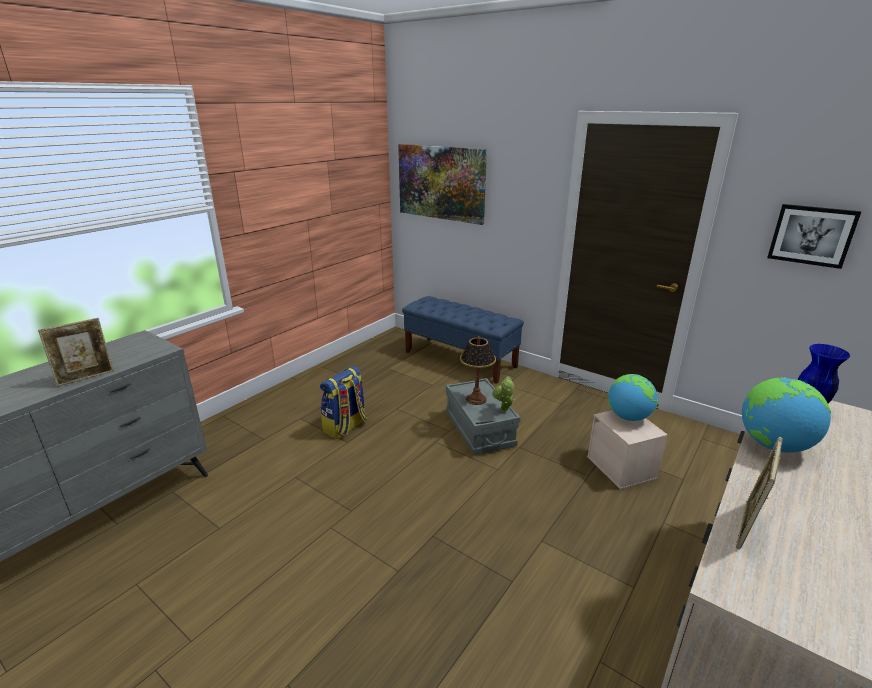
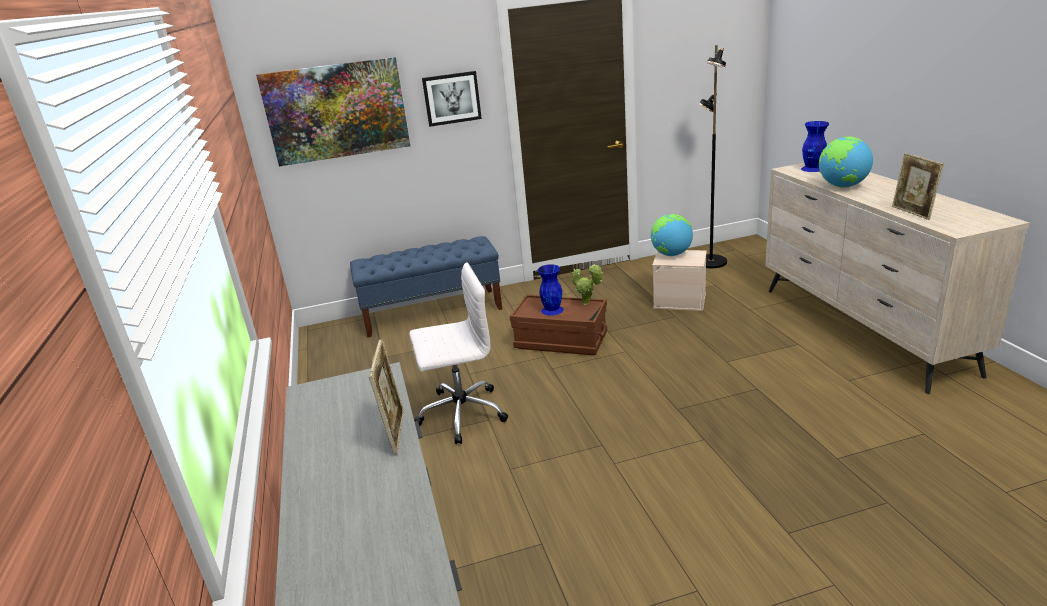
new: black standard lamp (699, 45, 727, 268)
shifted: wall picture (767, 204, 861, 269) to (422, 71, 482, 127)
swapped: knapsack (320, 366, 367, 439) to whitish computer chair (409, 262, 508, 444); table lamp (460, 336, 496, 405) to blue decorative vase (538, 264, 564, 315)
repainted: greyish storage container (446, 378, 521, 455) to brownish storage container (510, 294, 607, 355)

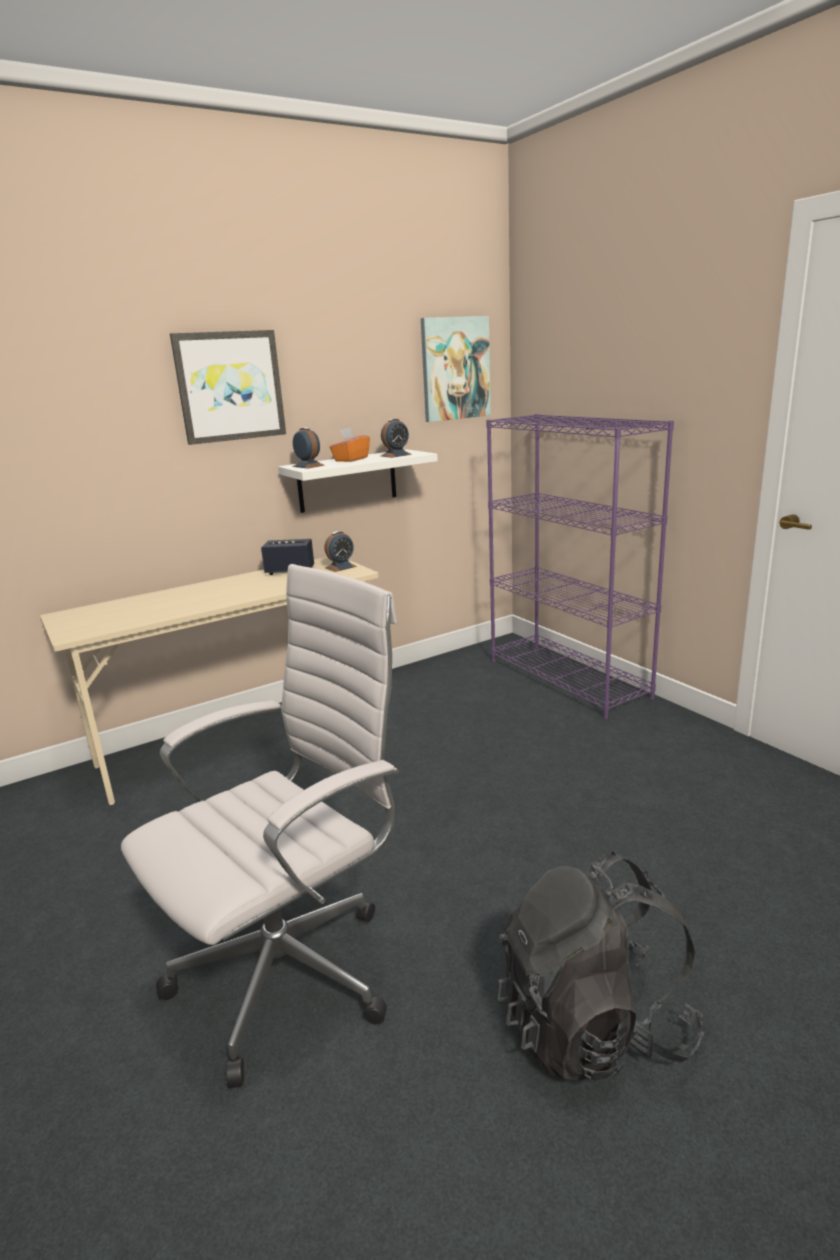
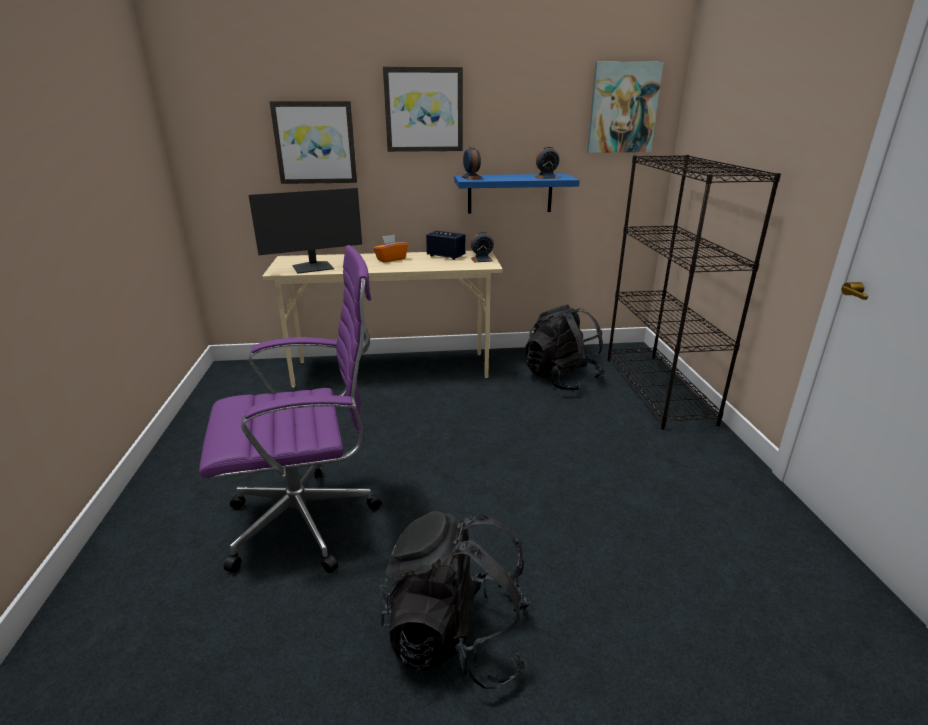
new: monitor (249, 188, 362, 274); wall picture (269, 101, 357, 184); black knapsack (526, 304, 605, 391)
shifted: orange-coloured box of tissues (330, 428, 370, 462) to (373, 235, 408, 262)
repainted: whitish computer chair (121, 564, 399, 1088) to purple computer chair (199, 245, 381, 573); whitish shelf (278, 449, 438, 513) to blue shelf (454, 174, 580, 214); purple bookshelf (486, 414, 674, 719) to black bookshelf (607, 155, 781, 430)

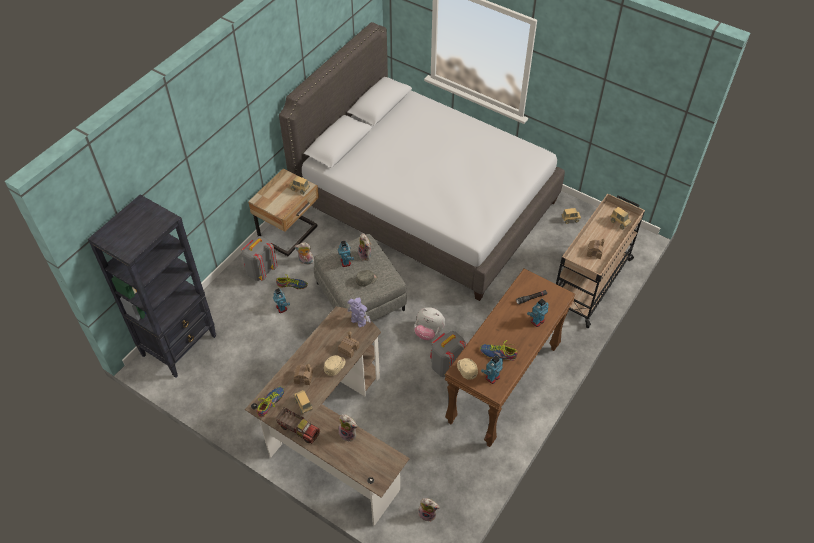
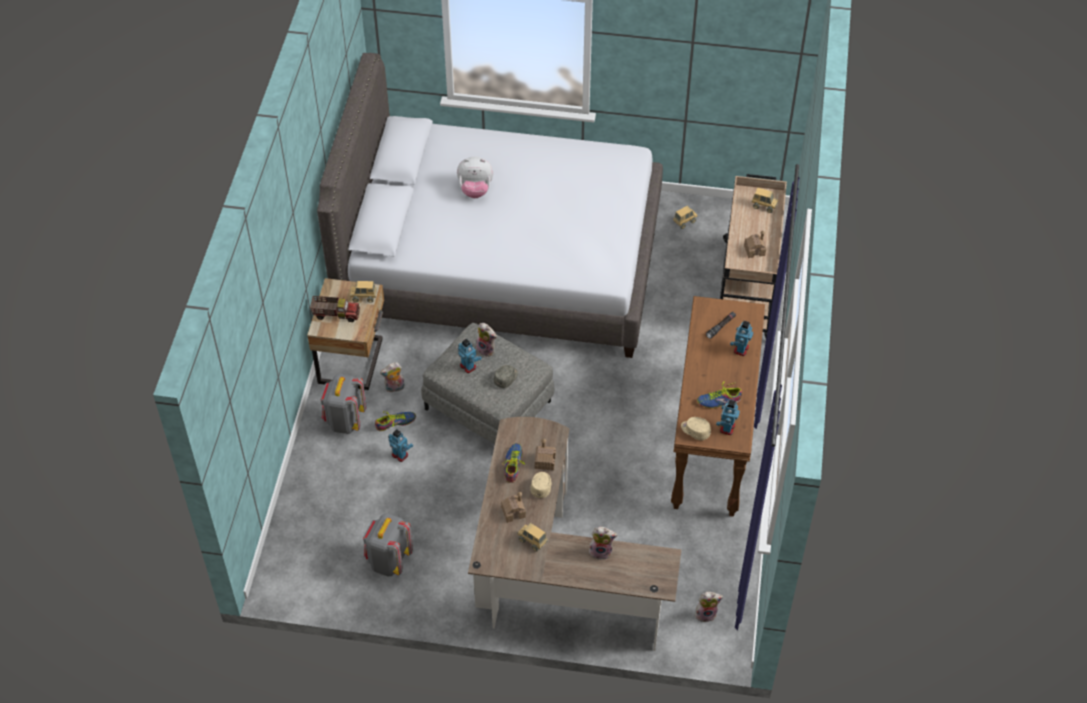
gone: black bookshelf (88, 195, 216, 378); toy robot (347, 298, 371, 327)
shifted: low shoe (256, 386, 285, 417) to (503, 443, 525, 483); toy truck (275, 407, 320, 444) to (310, 296, 360, 322); plush toy (414, 307, 445, 340) to (457, 157, 493, 198); greyish knapsack (430, 331, 467, 377) to (363, 513, 413, 576)

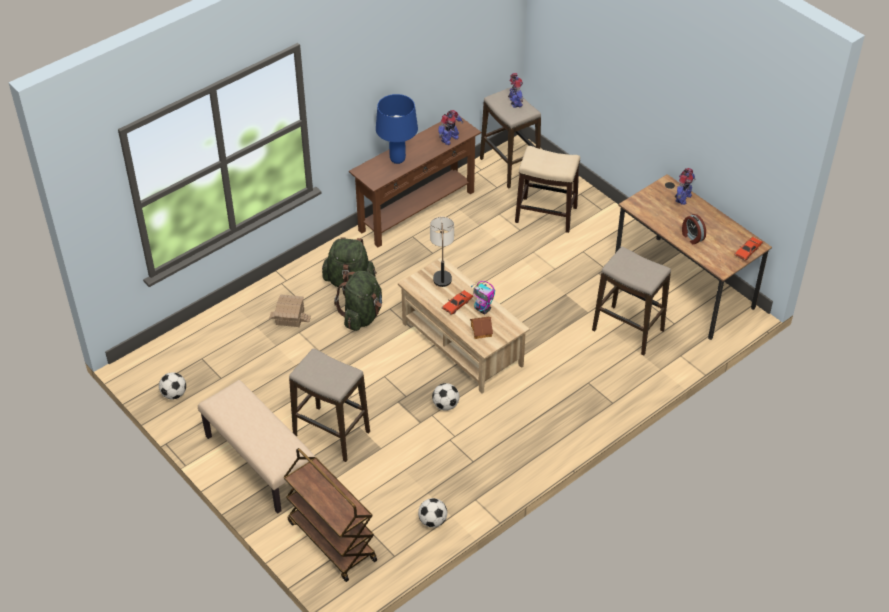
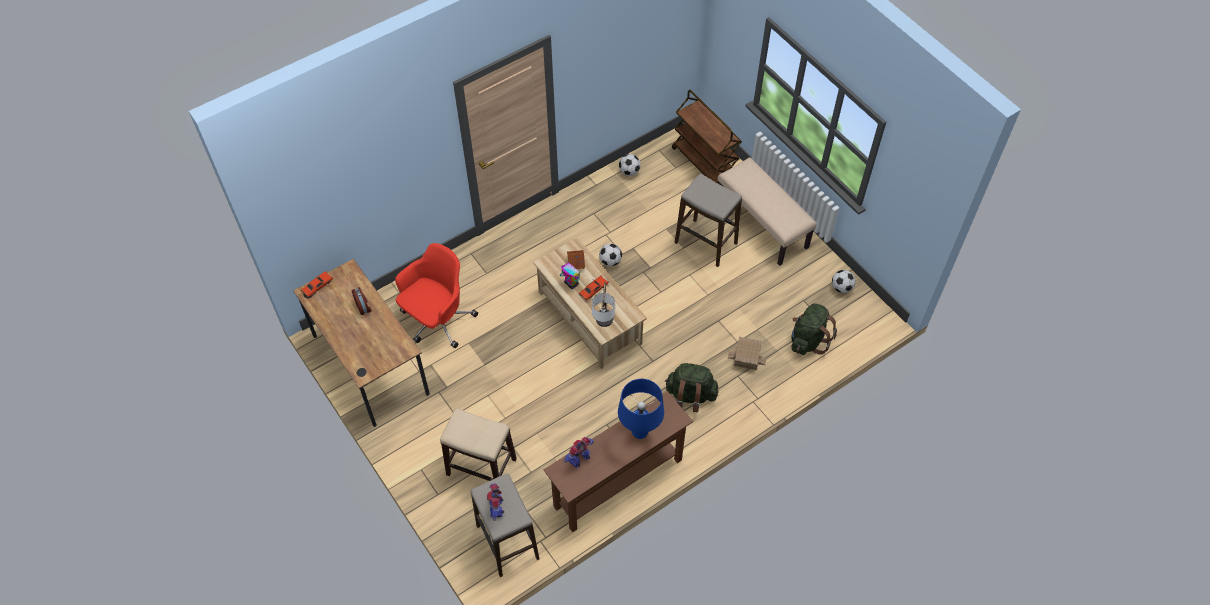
gone: toy robot (675, 168, 695, 205)
shifted: greenish knapsack (334, 271, 382, 331) to (791, 303, 837, 355)
swapped: sitting stool (592, 247, 671, 356) to reddish computer chair (395, 243, 478, 348)

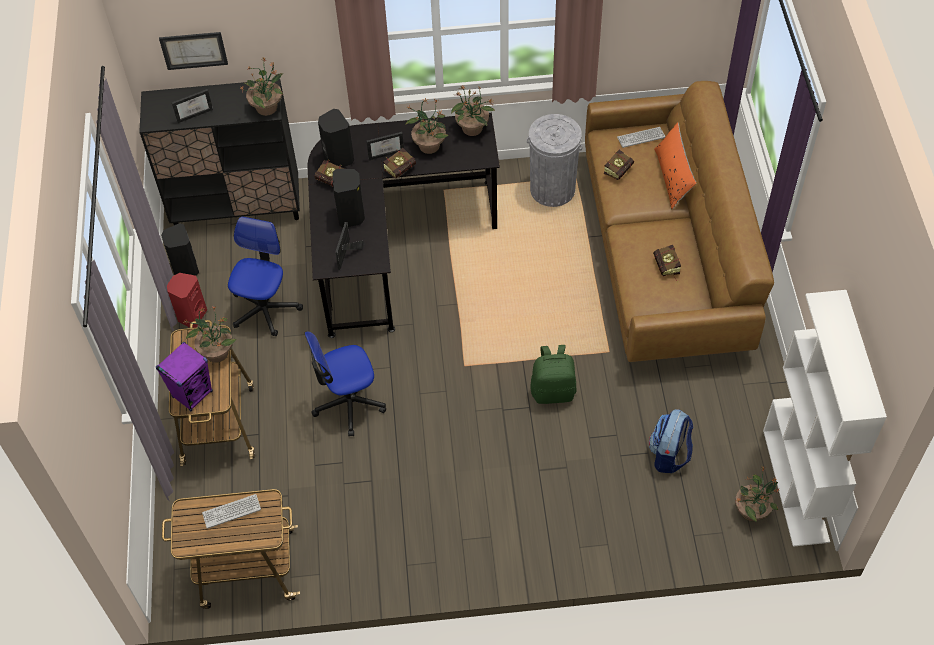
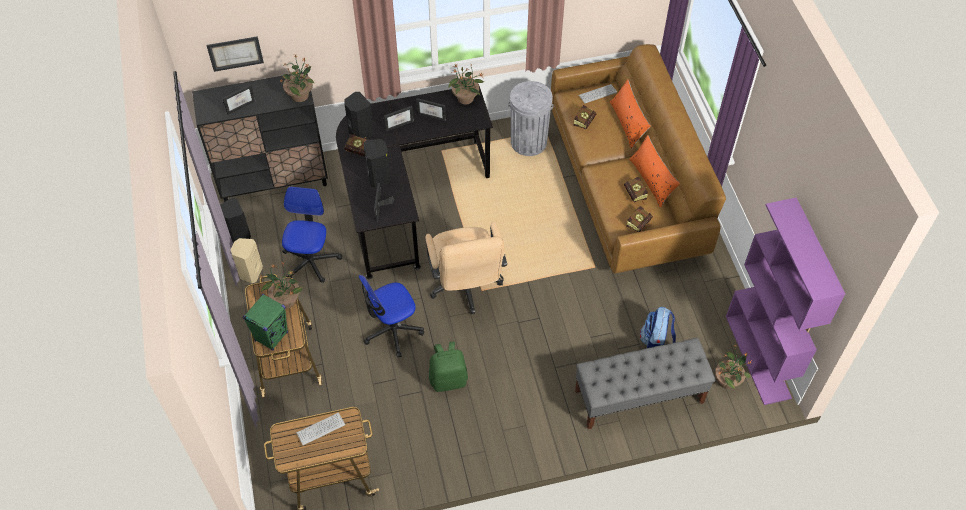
new: beige-coloured computer chair (425, 222, 507, 314); greyish bench (575, 338, 715, 429); orange-coloured pillow (629, 135, 680, 208)
shifted: bound book (383, 148, 416, 178) to (626, 206, 653, 232); greenish knapsack (530, 345, 577, 404) to (429, 341, 468, 392)
swapped: potted plant (405, 98, 449, 154) to picture frame (416, 98, 446, 121)
repainted: purple audio speaker (155, 342, 213, 411) to greenish audio speaker (243, 294, 288, 351); reddish audio speaker (167, 273, 207, 328) to beige-coloured audio speaker (231, 238, 263, 283); whitish bookshelf (763, 290, 887, 547) to purple bookshelf (726, 198, 845, 405)

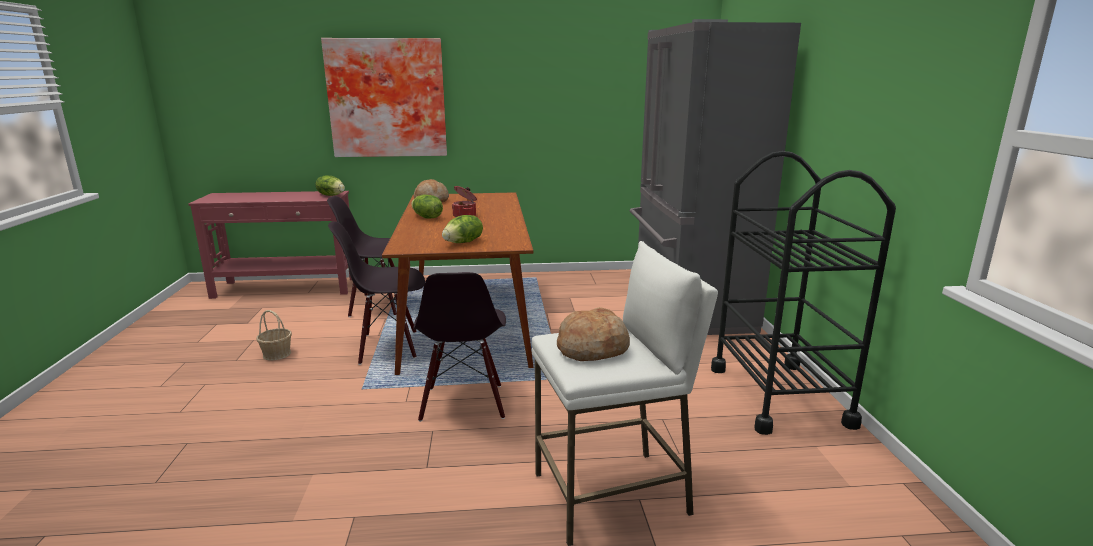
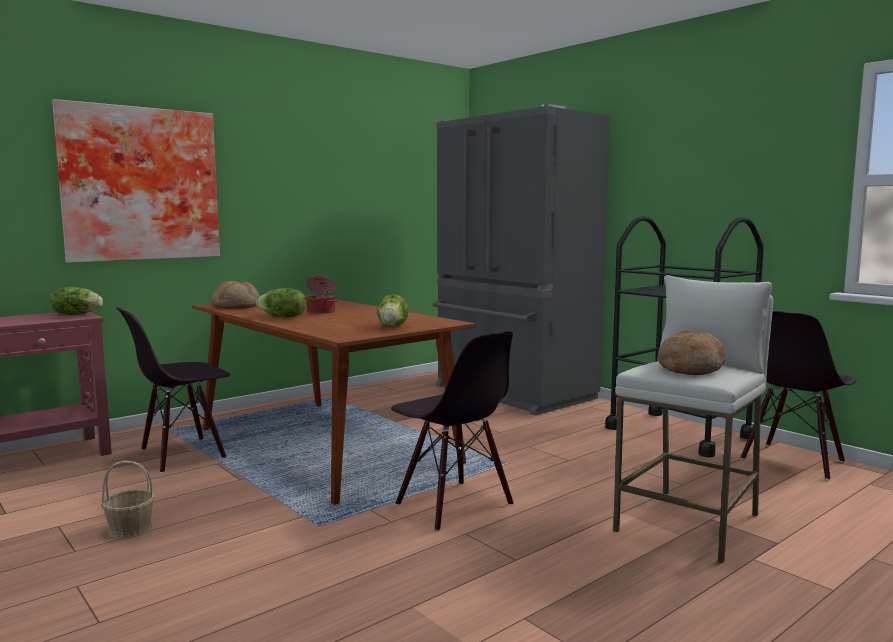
shifted: black plain chair (328, 221, 425, 365) to (741, 311, 857, 480)

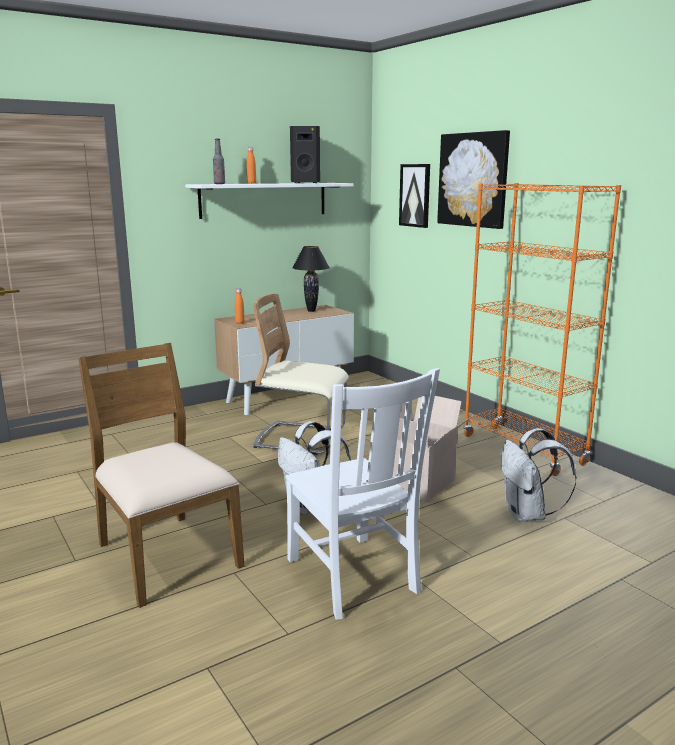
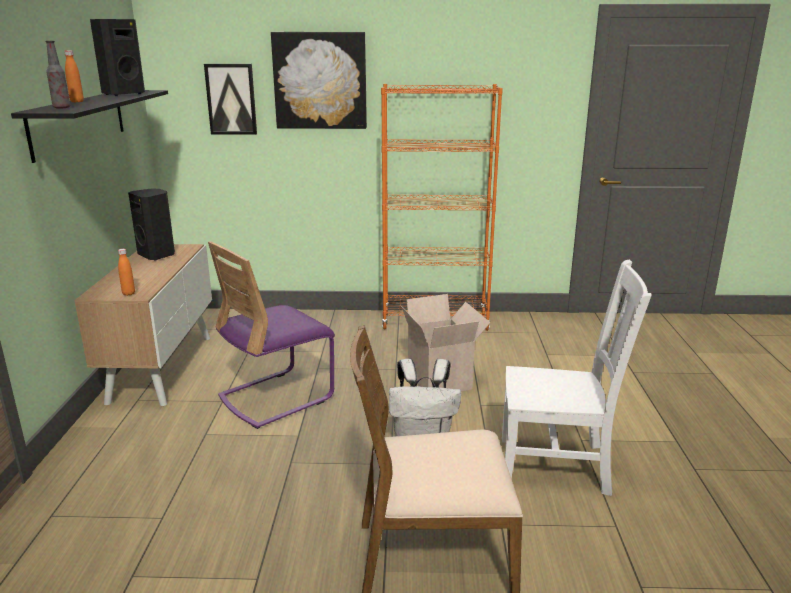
gone: whitish knapsack (501, 428, 577, 522)
swapped: black table lamp (292, 246, 330, 312) to black audio speaker (128, 188, 175, 260)
repainted: whitish shelf (185, 183, 354, 219) to black shelf (11, 90, 168, 163); beige-coloured plain chair (253, 294, 349, 455) to purple plain chair (208, 241, 335, 429)

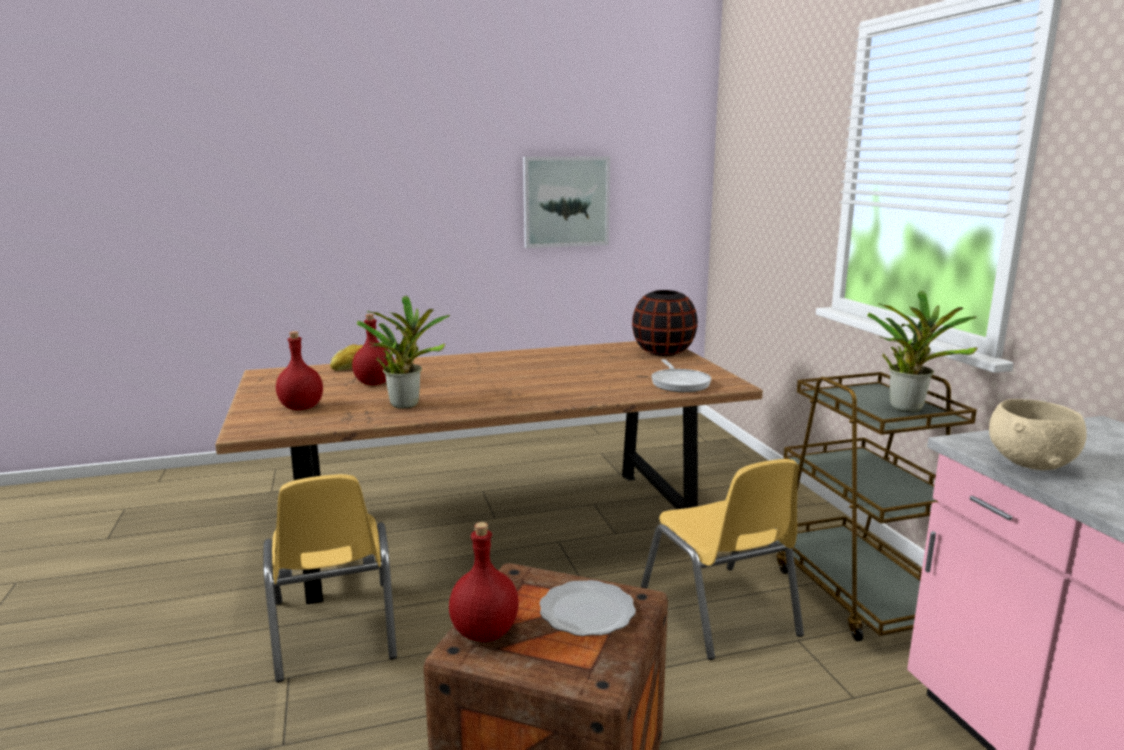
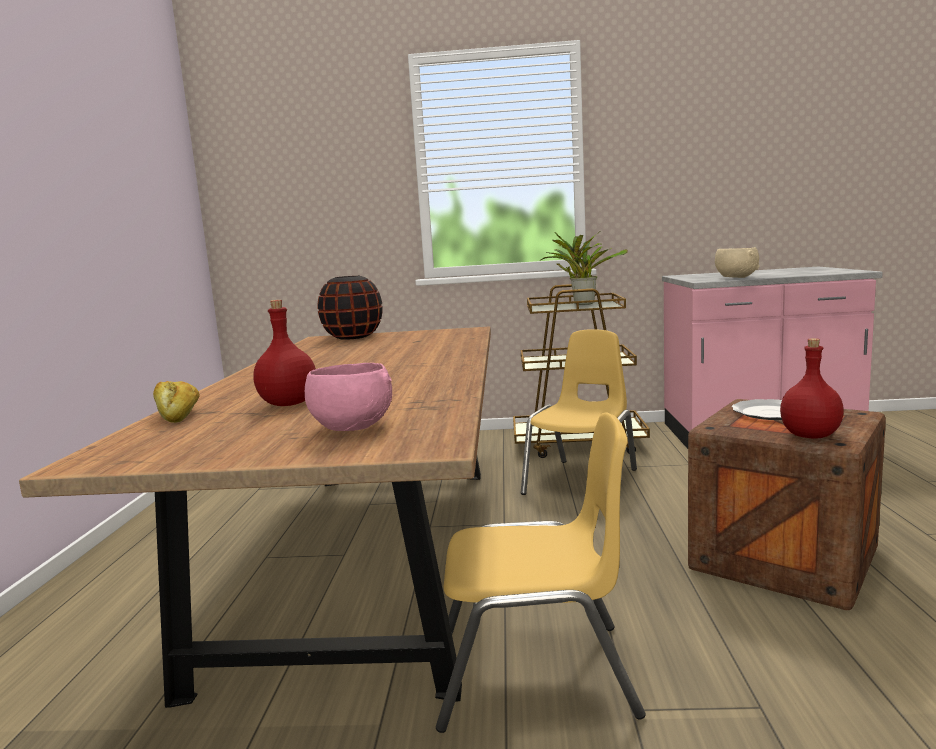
gone: potted plant (357, 296, 450, 409); wall picture (523, 157, 610, 248); skillet (651, 359, 711, 392)
swapped: reddish bottle (276, 331, 323, 410) to pink-coloured serving bowl (305, 363, 392, 431)
rotated: yellow plain chair (641, 459, 804, 660) = (521, 329, 637, 495) 60 degrees counterclockwise

